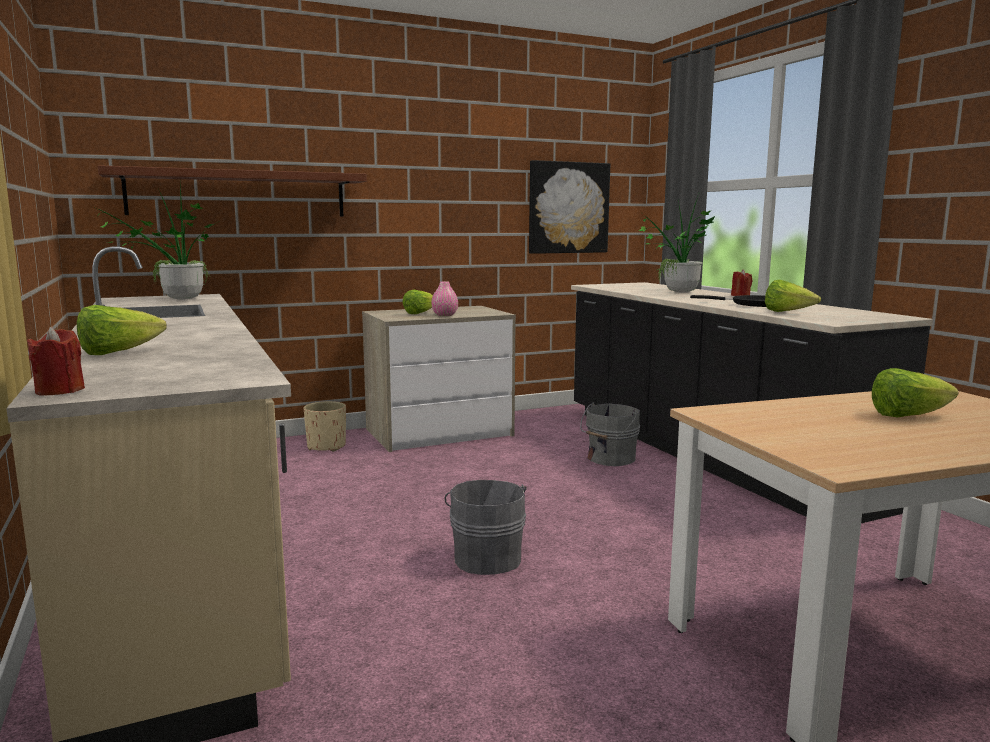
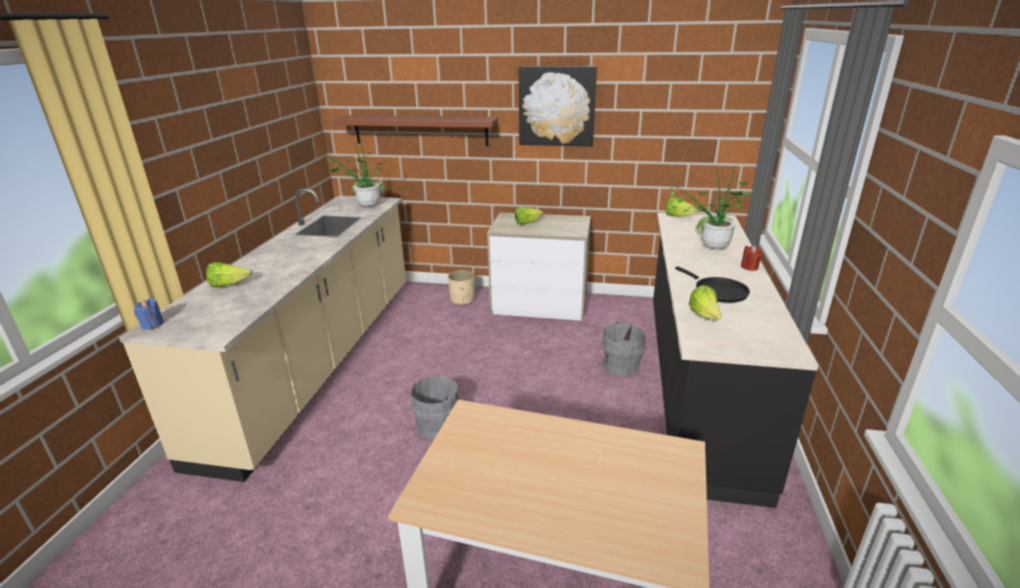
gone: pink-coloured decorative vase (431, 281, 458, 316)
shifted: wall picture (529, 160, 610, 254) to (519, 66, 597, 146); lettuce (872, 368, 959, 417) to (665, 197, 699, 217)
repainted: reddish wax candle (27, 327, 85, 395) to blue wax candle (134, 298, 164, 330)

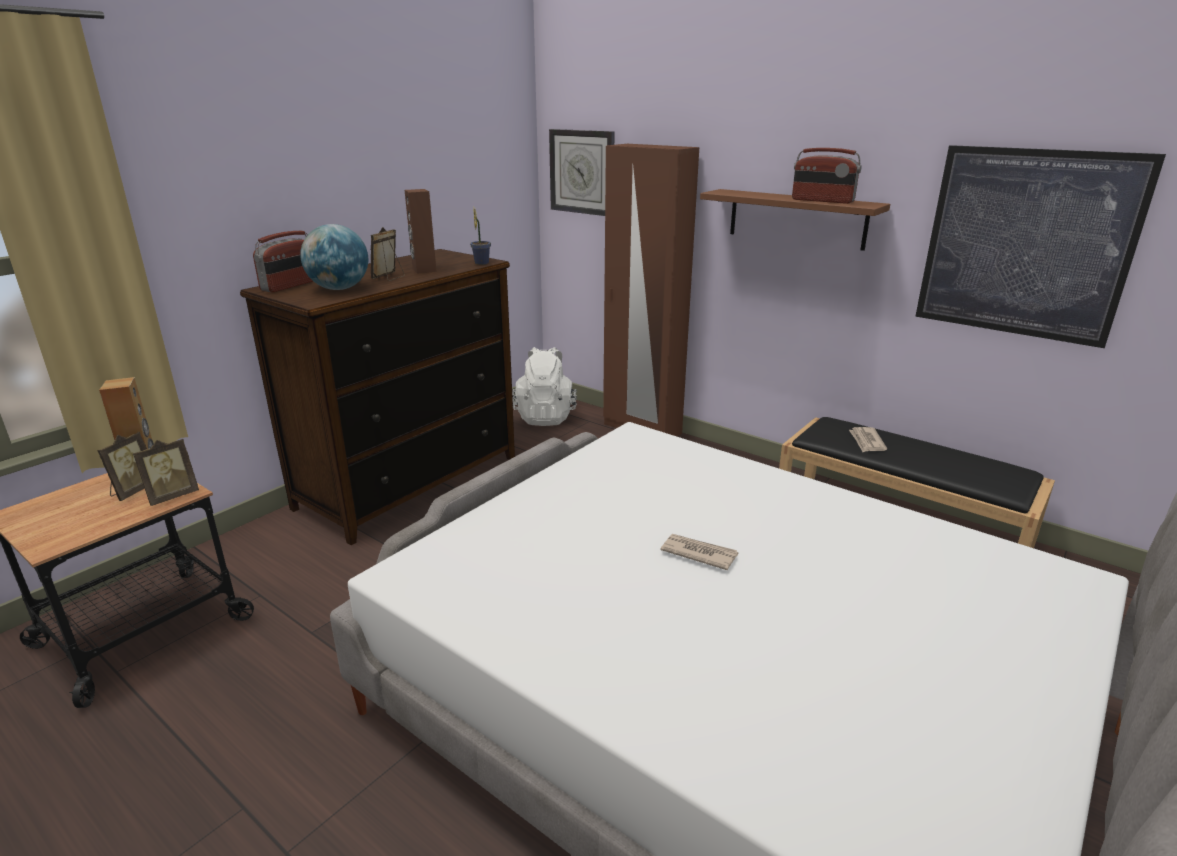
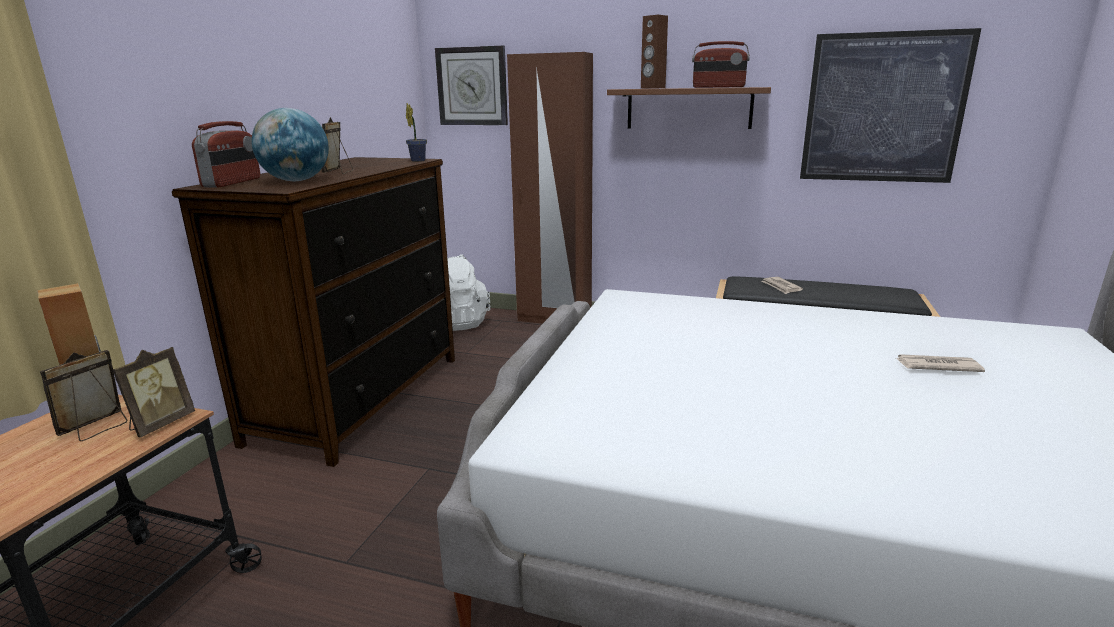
shifted: brownish audio speaker (405, 189, 437, 274) to (641, 15, 668, 89); daily paper (660, 534, 739, 570) to (895, 354, 985, 372)
rotated: picture frame (97, 432, 147, 501) = (40, 350, 128, 441) 150 degrees counterclockwise

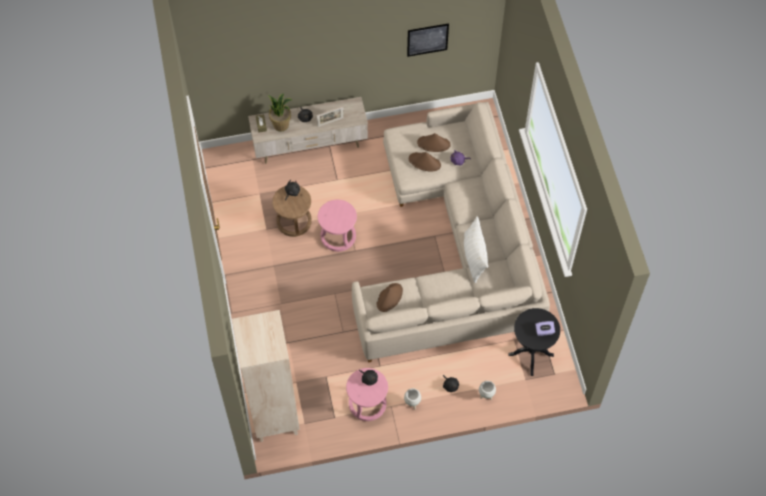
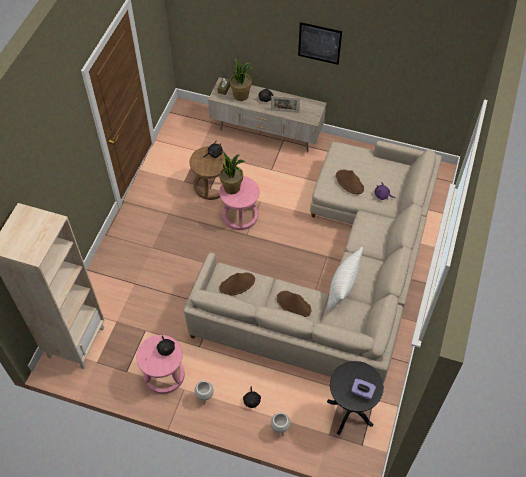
new: potted plant (220, 152, 245, 194)
shifted: wall picture (407, 23, 449, 57) to (298, 22, 342, 65); brownish wearable hat (417, 133, 451, 152) to (277, 291, 311, 317)

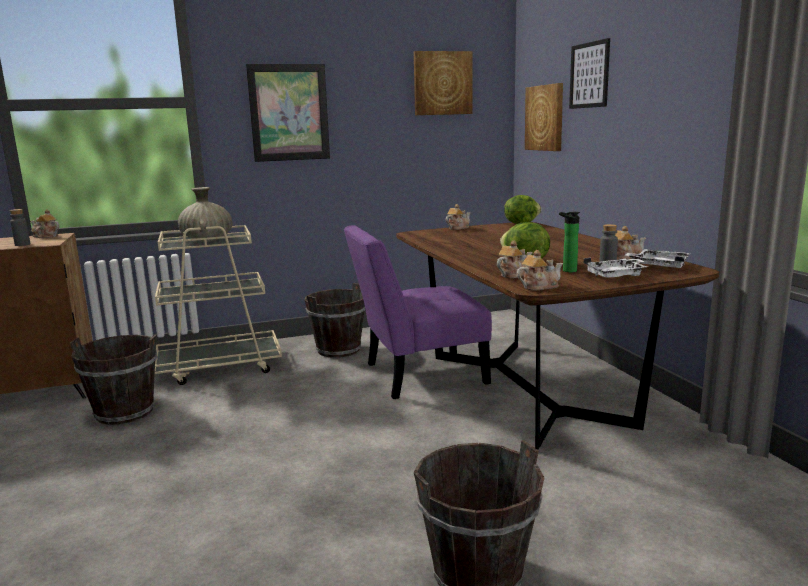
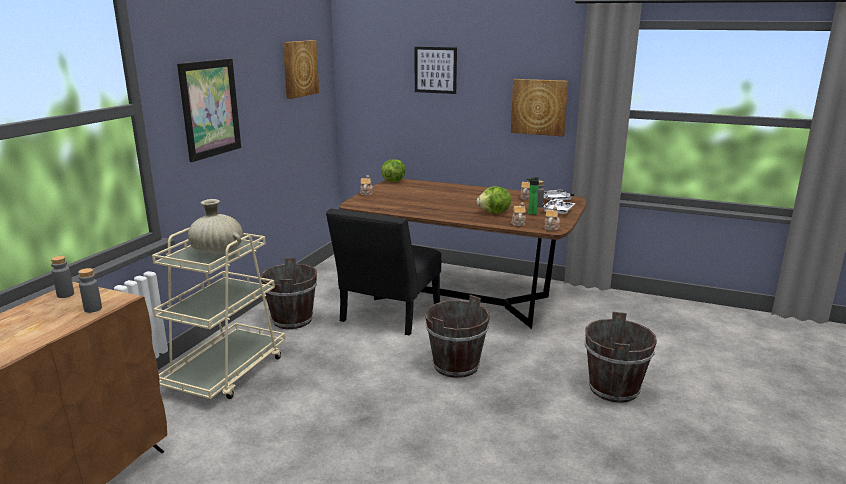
shifted: brownish bucket (70, 335, 157, 425) to (425, 295, 490, 378); wall picture (525, 83, 563, 151) to (511, 79, 568, 136)
swapped: tea pot (30, 209, 59, 238) to greyish bottle (51, 256, 74, 298)
repainted: purple plain chair (344, 225, 492, 399) to black plain chair (326, 208, 441, 336)

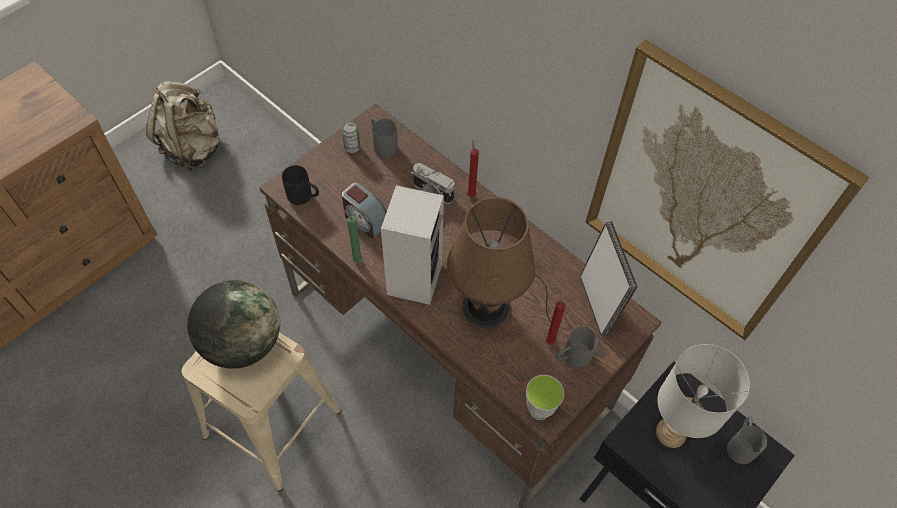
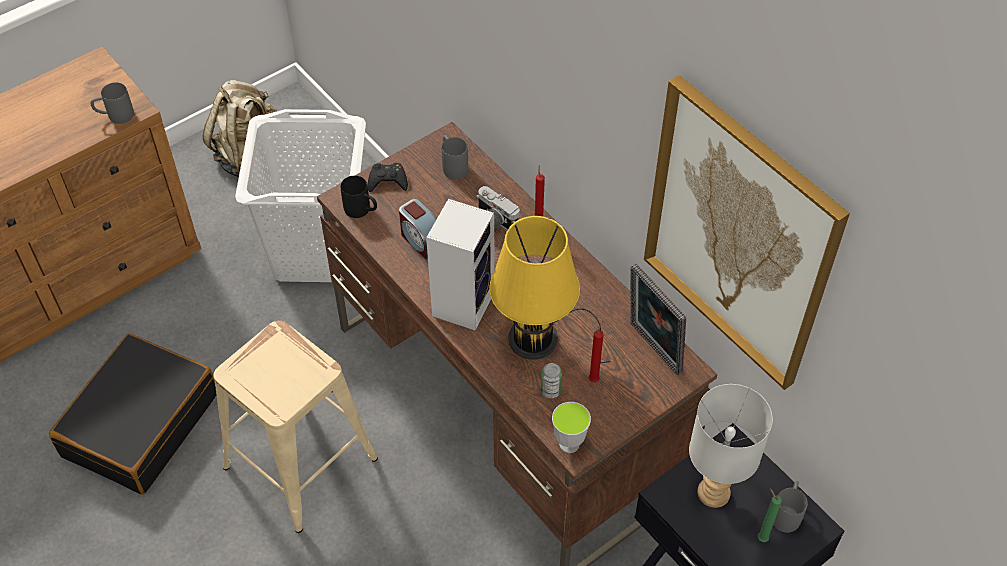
gone: desk globe (187, 280, 280, 369)
new: black piece of luggage (49, 333, 216, 495); whitish laundry basket (235, 109, 366, 282); black gamepad (367, 163, 408, 192)
shifted: sealed can (342, 122, 360, 153) to (541, 363, 562, 398); greenish wax candle (344, 210, 362, 263) to (758, 489, 782, 542); greyish tea mug (556, 326, 598, 368) to (90, 82, 134, 124)
repainted: brownish table lamp (447, 197, 562, 328) to yellow table lamp (489, 216, 611, 363)
rotated: picture frame (580, 221, 638, 337) = (630, 264, 686, 375) 150 degrees clockwise

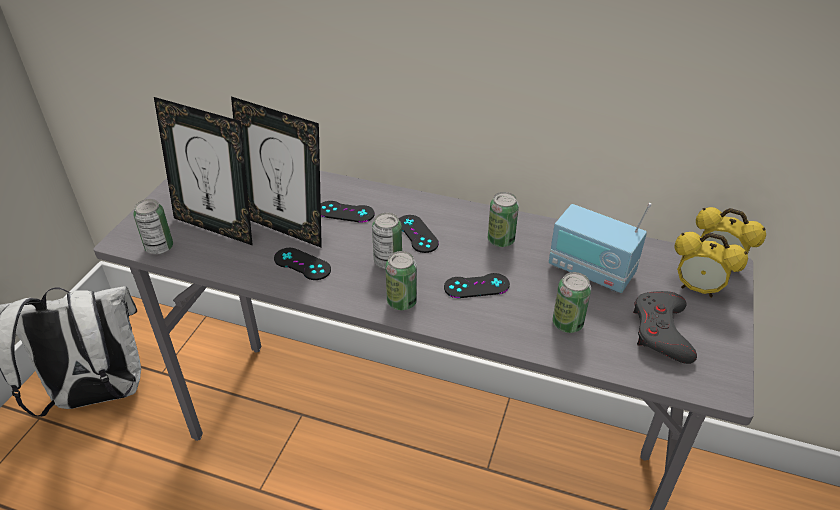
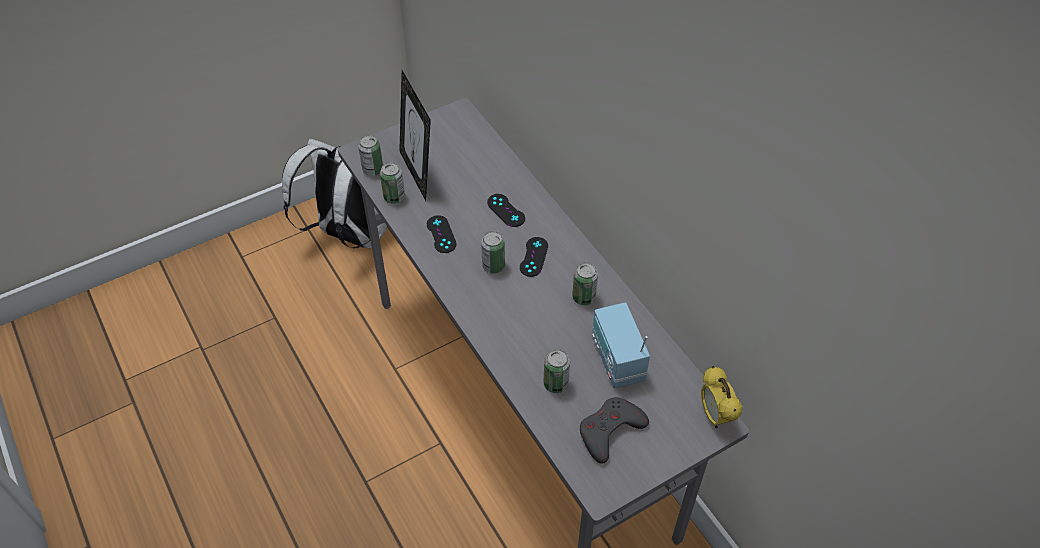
gone: picture frame (231, 96, 322, 248); black gamepad (444, 273, 510, 298); table clock (675, 232, 748, 298)
shifted: sealed can (385, 251, 417, 310) to (380, 162, 405, 204)

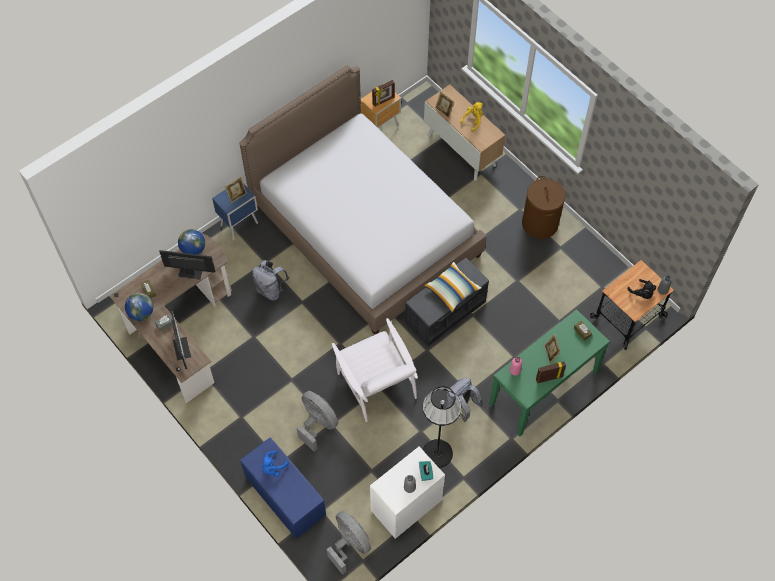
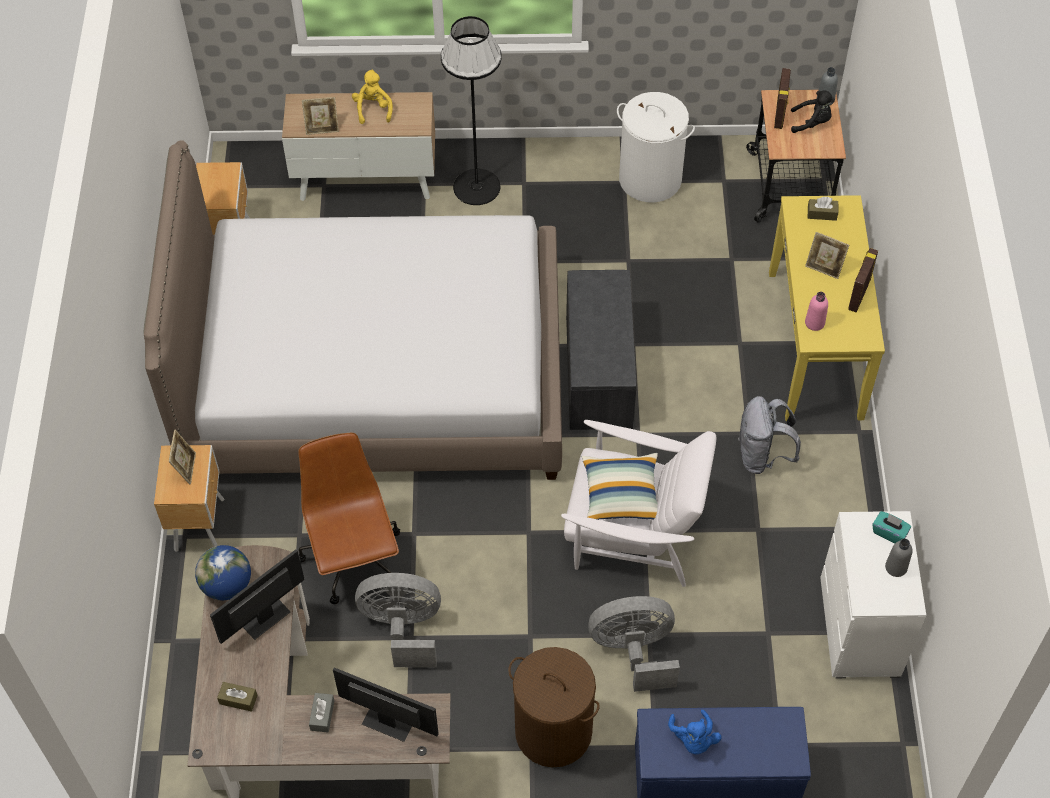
gone: desk globe (125, 293, 153, 321)
new: whitish laundry basket (617, 92, 695, 202)
shifted: greyish fan (327, 511, 371, 575) to (355, 573, 441, 667); picture frame (372, 80, 395, 107) to (774, 68, 791, 129); black standard lamp (422, 386, 462, 468) to (441, 16, 502, 205); pillow (424, 262, 481, 313) to (582, 453, 658, 520); brownish laundry basket (522, 176, 565, 239) to (508, 647, 600, 767)
swapped: greyish knapsack (252, 260, 289, 301) to brownish computer chair (298, 432, 400, 604)
repainted: blue bedside table (212, 183, 258, 240) to brownish bedside table (154, 445, 225, 552); greenish console table (489, 309, 610, 436) to yellow console table (769, 195, 885, 421)

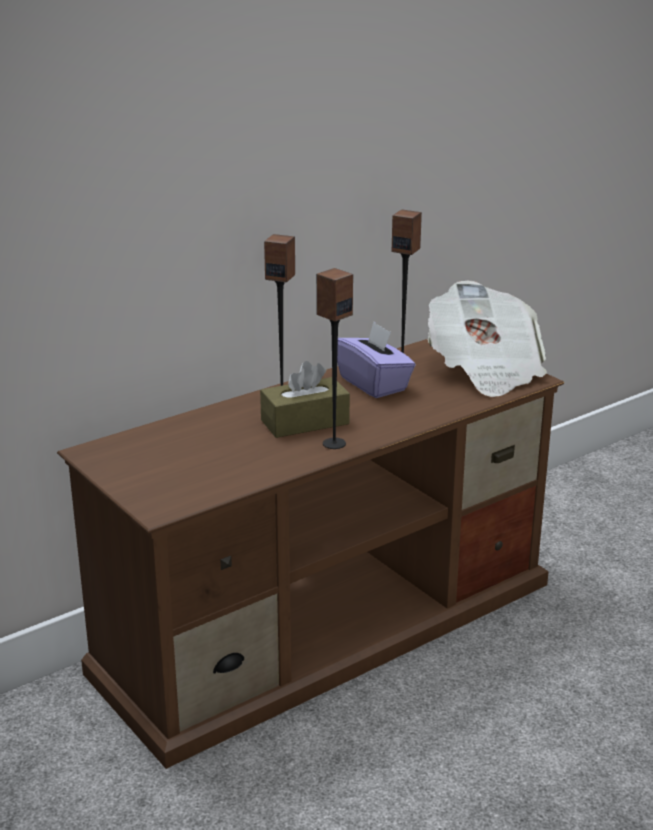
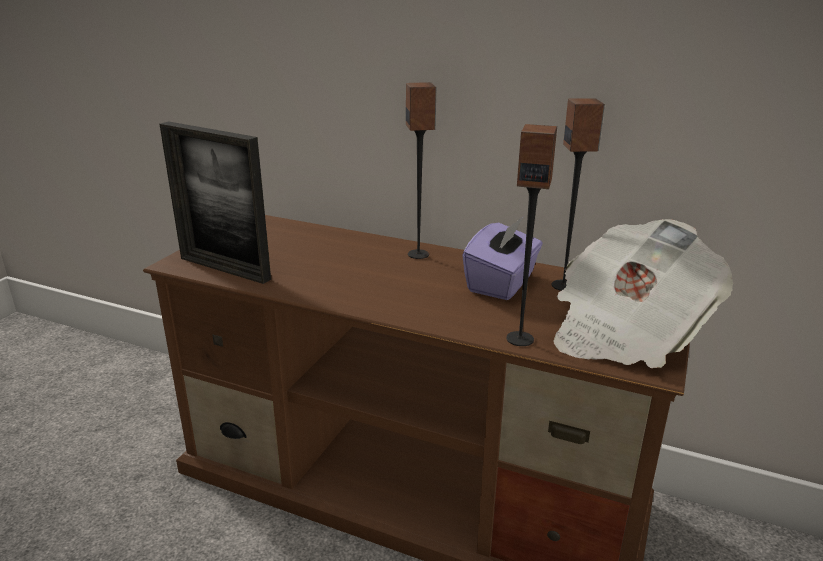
gone: brownish box of tissues (260, 361, 350, 438)
new: picture frame (160, 122, 271, 284)
shifted: audio speaker (316, 268, 353, 449) to (506, 124, 557, 346)

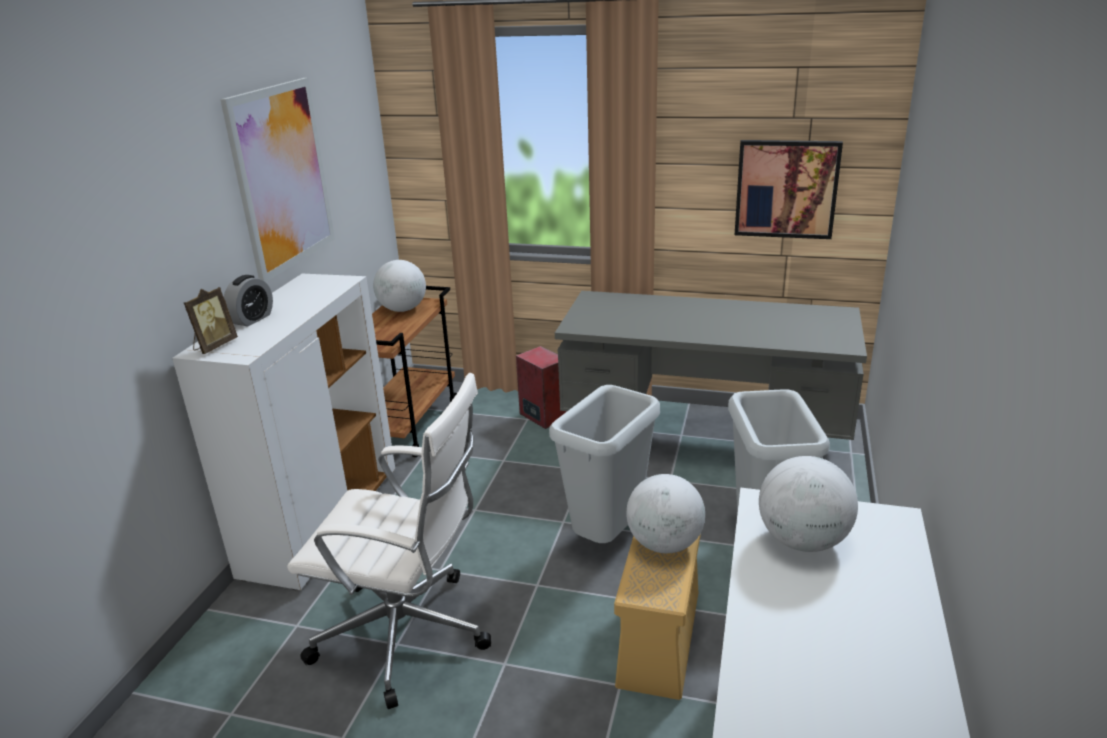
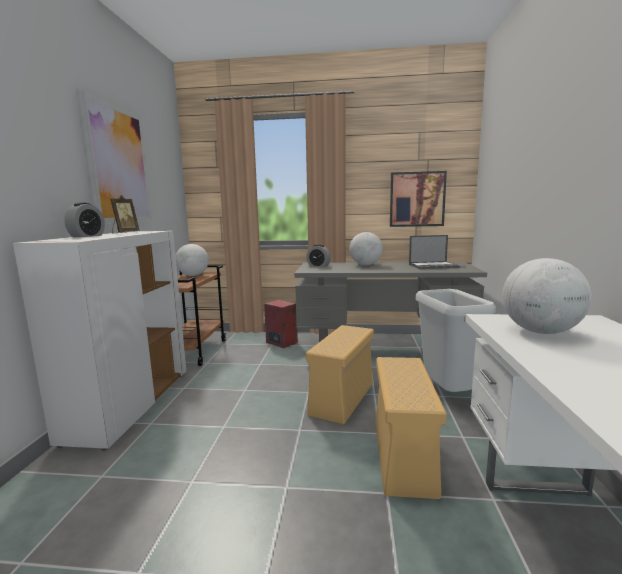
gone: whitish computer chair (287, 373, 491, 709)
new: table clock (306, 244, 331, 267); portable computer (409, 235, 460, 269)
shifted: picture frame (184, 287, 238, 354) to (110, 195, 139, 234); desk globe (626, 474, 705, 553) to (349, 232, 383, 265)
swapped: greyish trash can (549, 385, 660, 543) to beige-coloured storage container (306, 325, 374, 425)

